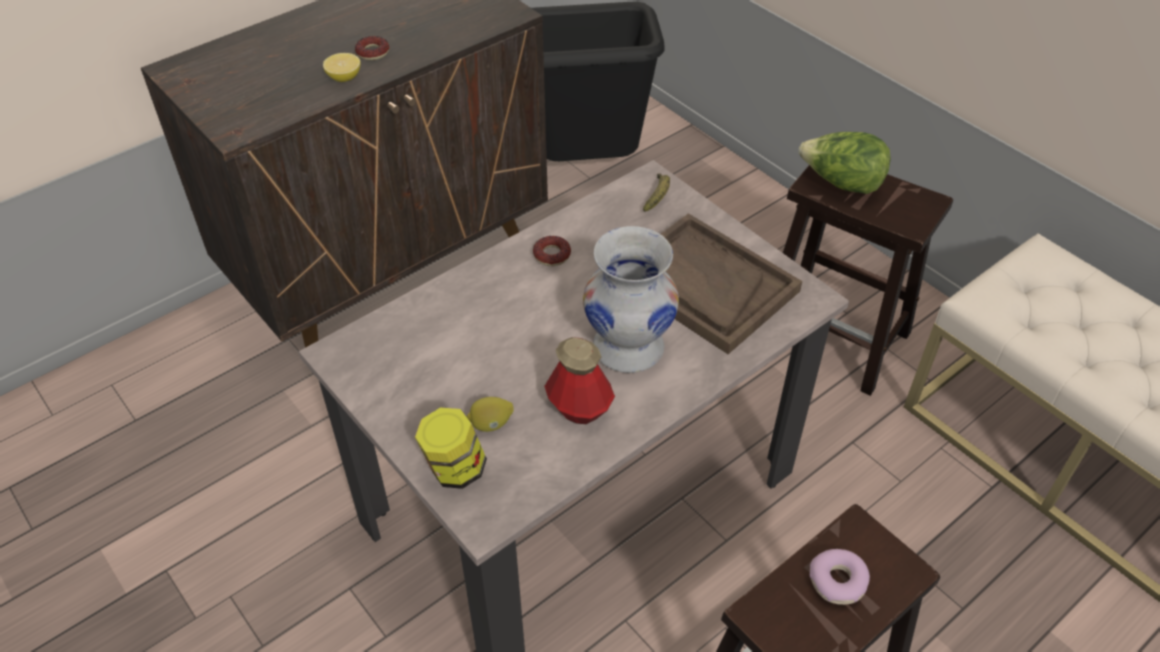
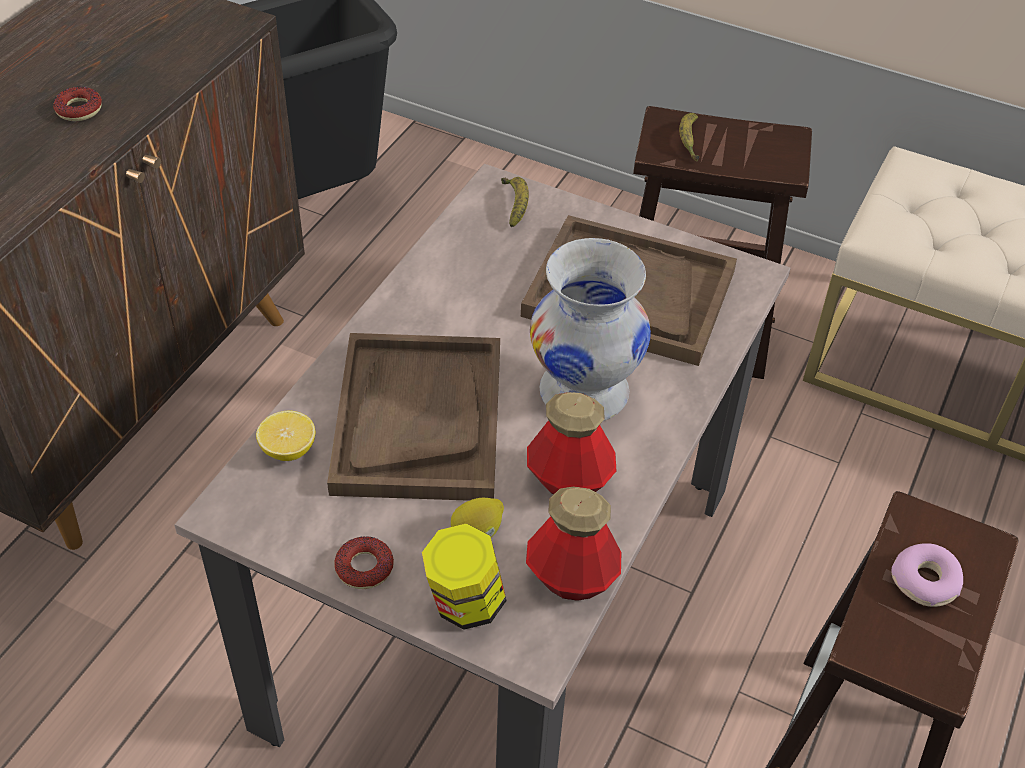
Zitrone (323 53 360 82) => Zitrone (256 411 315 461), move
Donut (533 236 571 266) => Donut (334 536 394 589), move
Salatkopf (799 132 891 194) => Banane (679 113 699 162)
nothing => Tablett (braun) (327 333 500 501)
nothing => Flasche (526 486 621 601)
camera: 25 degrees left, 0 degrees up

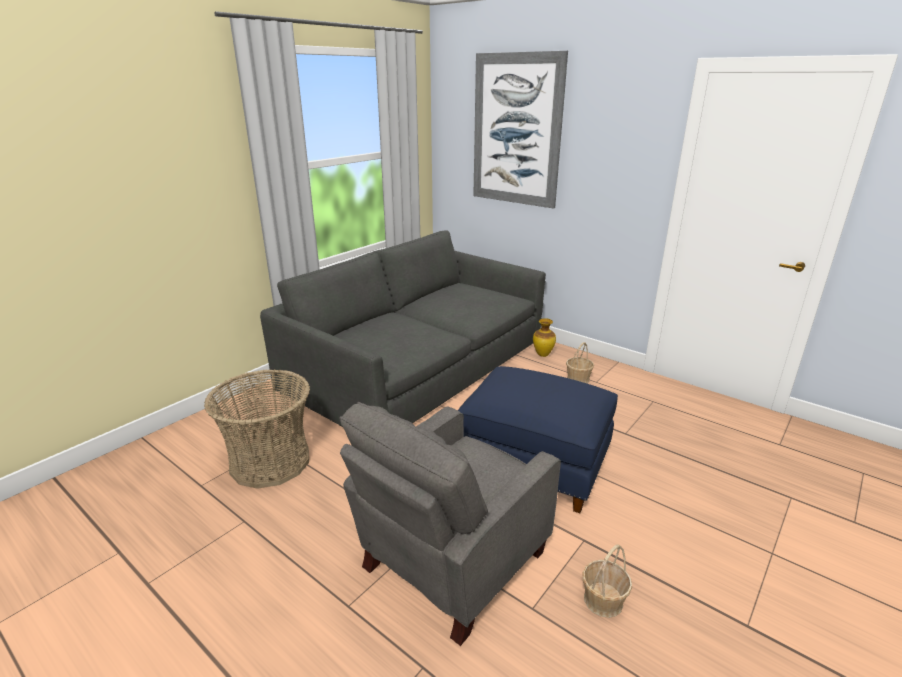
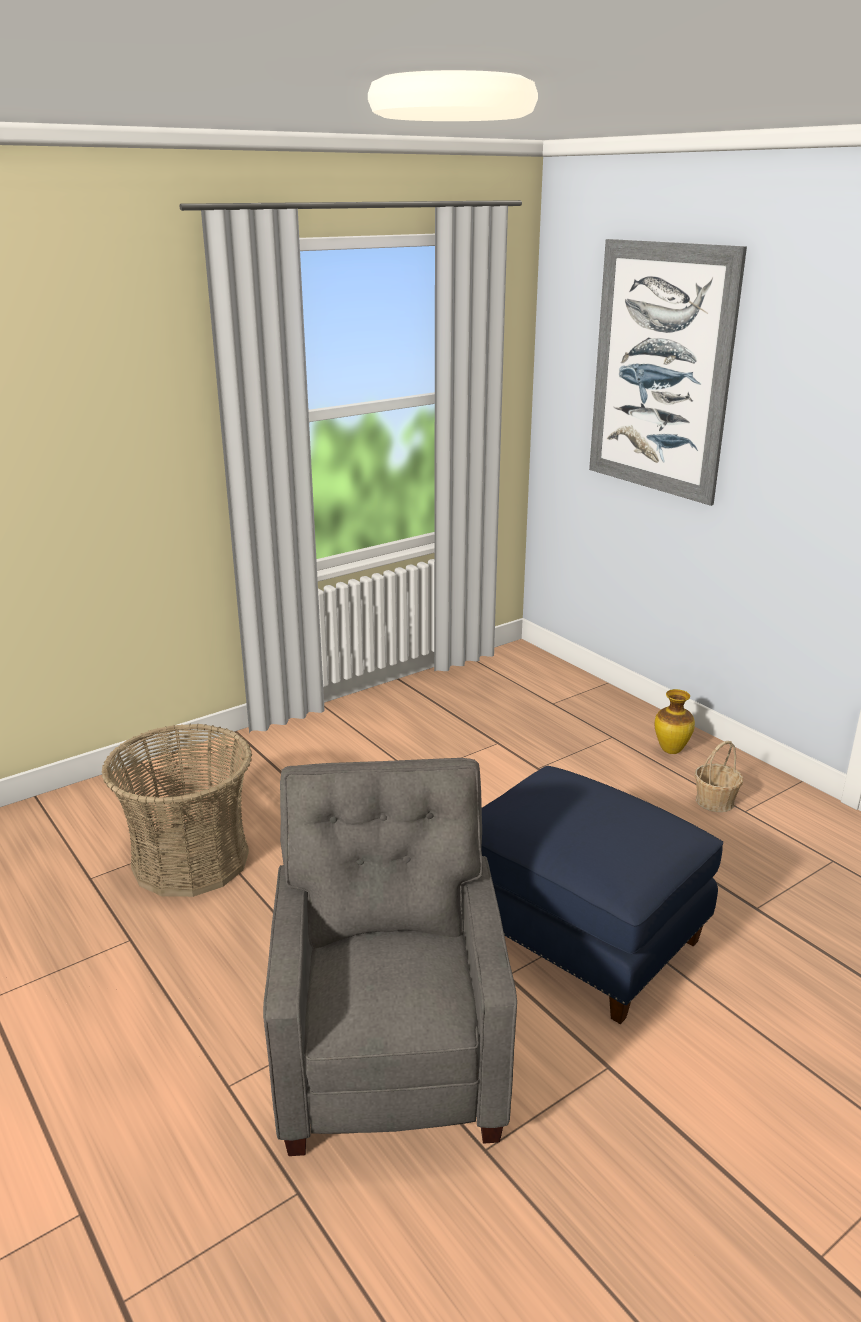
Sofa (grau) (260 230 546 426) => nothing
Sessel (grau) (339 402 561 646) => Sessel (grau) (263 758 517 1156), 120 degrees clockwise
Korb (582 545 632 618) => nothing
camera: 15 degrees right, 0 degrees up

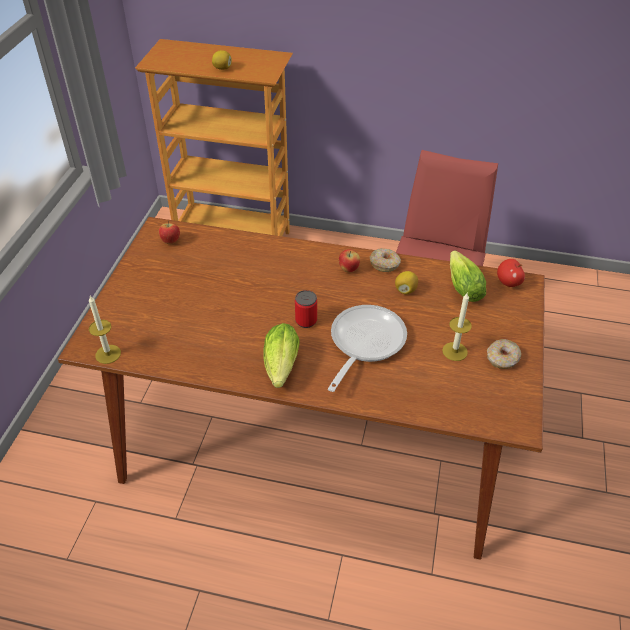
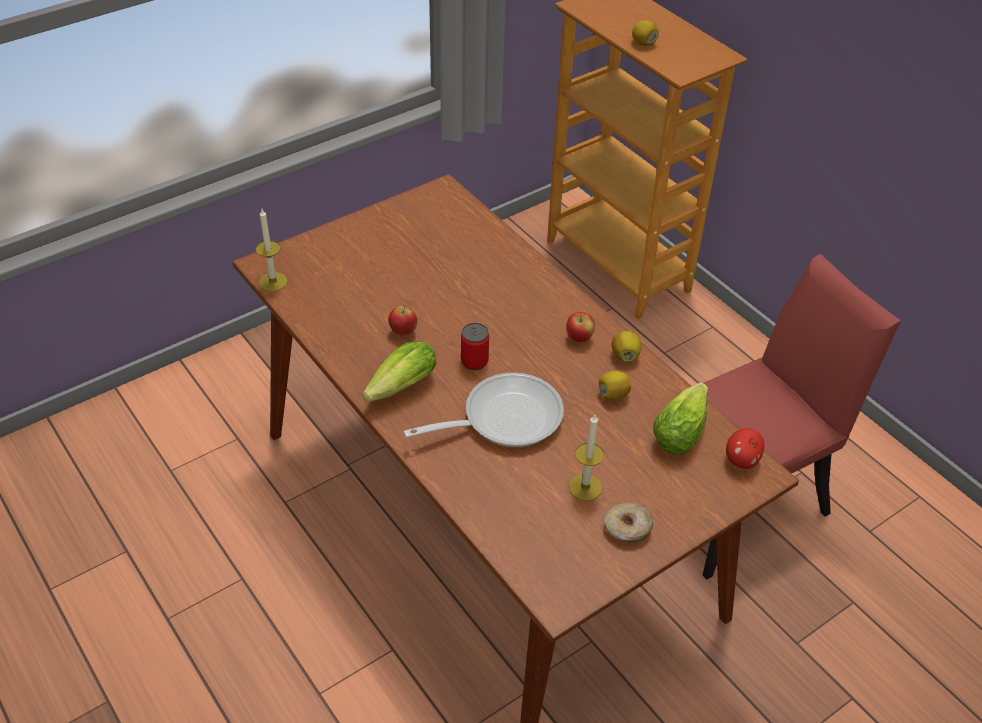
Apfel (159 221 180 244) => Apfel (388 305 417 336), move
Donut (370 248 401 272) => Zitrone (611 331 642 362)
camera: 40 degrees right, 0 degrees up

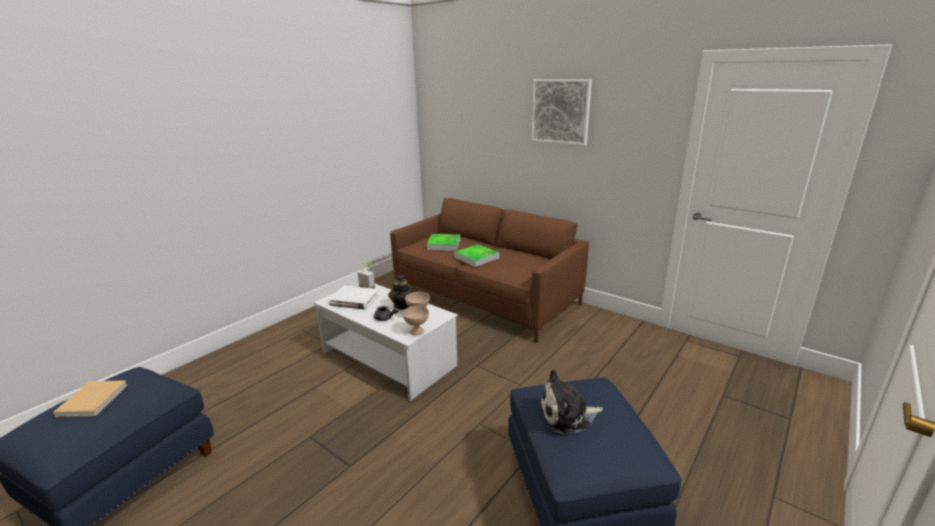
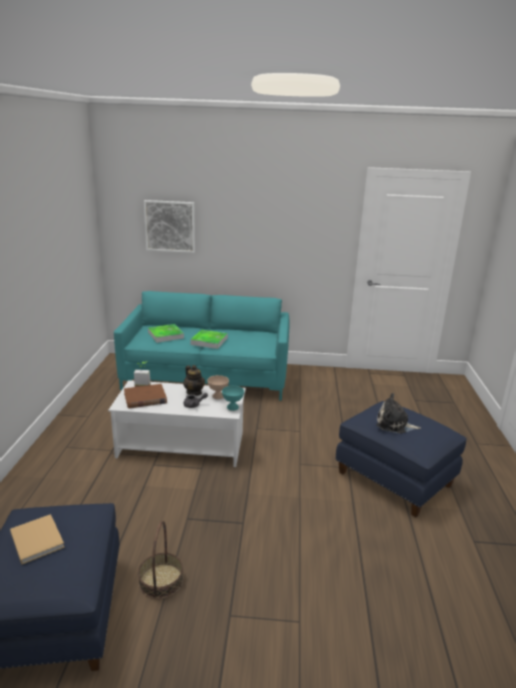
Buch (weiß) (328 286 379 310) => Buch (braun) (124 384 167 408)
Sofa (braun) (390 198 589 343) => Sofa (türkis) (114 291 290 401)
Schüssel (beige) (403 306 429 335) => Schüssel (türkis) (222 386 244 411)
Bild (531 79 592 146) => Bild (144 200 195 253), move
Plüschtier (539 369 603 434) => Plüschtier (376 393 421 434), 60 degrees clockwise
nothing => Korb (138 521 184 599)
camera: 35 degrees left, 0 degrees up

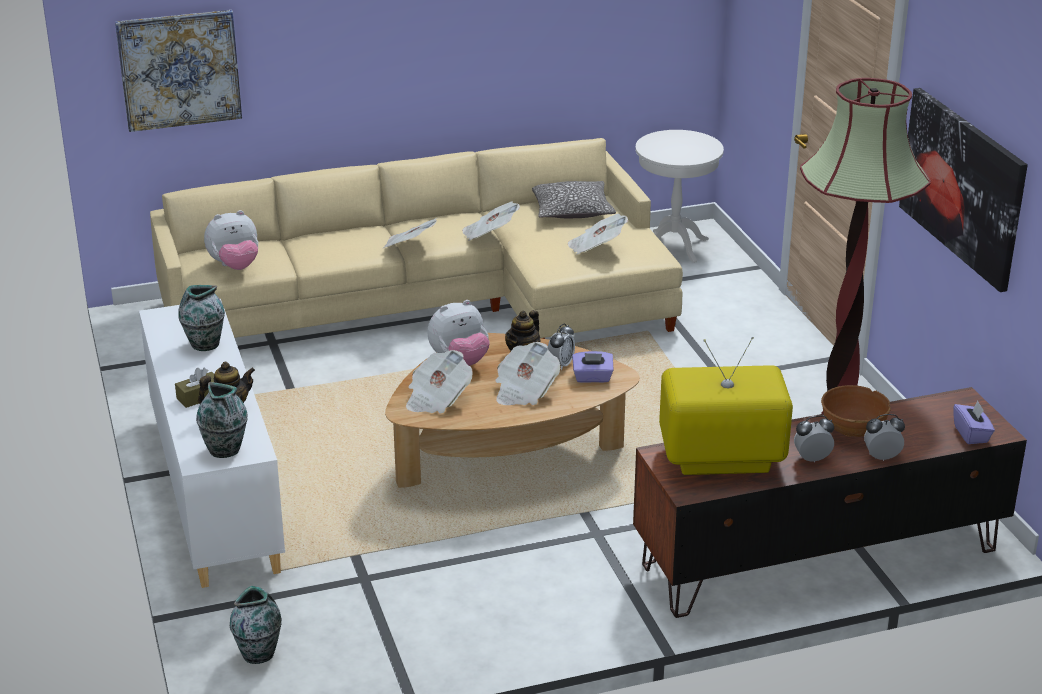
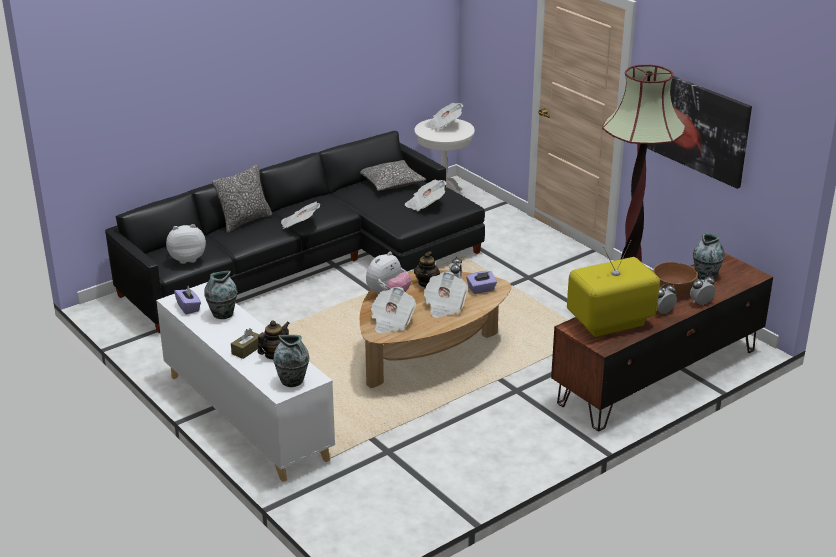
Bild (115 10 242 132) => nothing
Sofa (beige) (150 138 683 339) => Sofa (schwarz) (105 131 485 333)
Plüschtier (204 210 258 270) => Plüschtier (166 224 206 264), 150 degrees counterclockwise
Vase (230 586 282 664) => Vase (693 234 724 280), move
Zeitung (462 202 520 241) => Zeitung (425 103 463 130), move
Taschentuchbox (lila) (953 401 995 444) => Taschentuchbox (lila) (174 286 201 315), move
nothing => Kissen (212 164 272 233)
camera: 20 degrees left, 0 degrees up

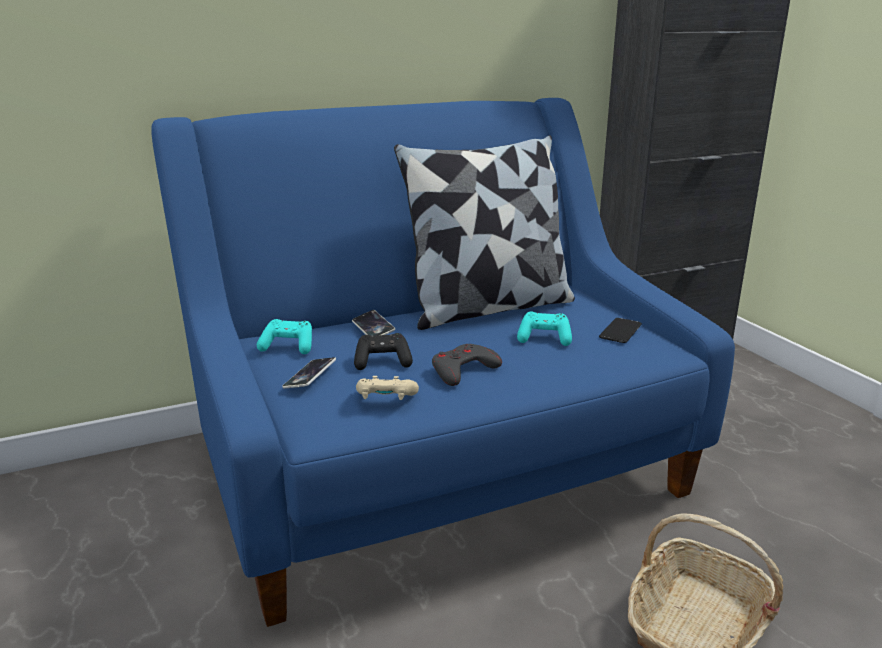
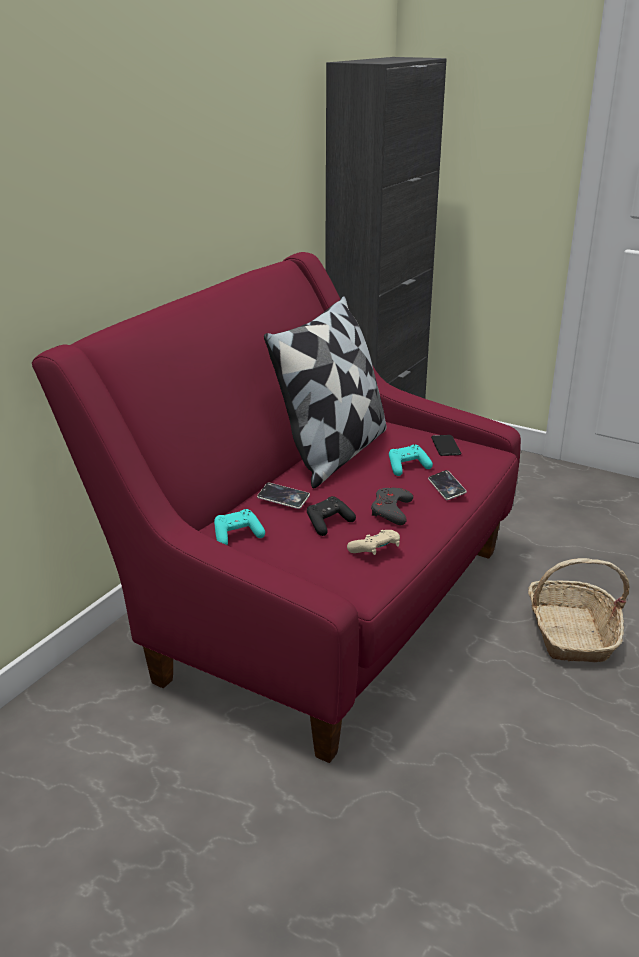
Sofa (blau) (151 98 735 627) => Sofa (rot) (32 252 521 763)
Handy (282 357 336 389) => Handy (428 470 467 500), move
camera: 35 degrees left, 5 degrees up

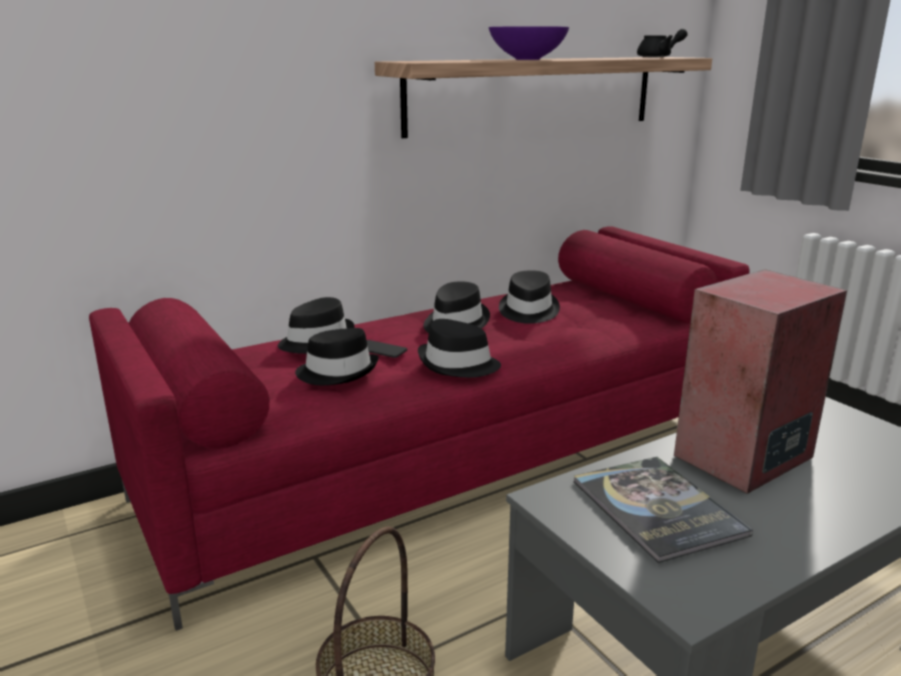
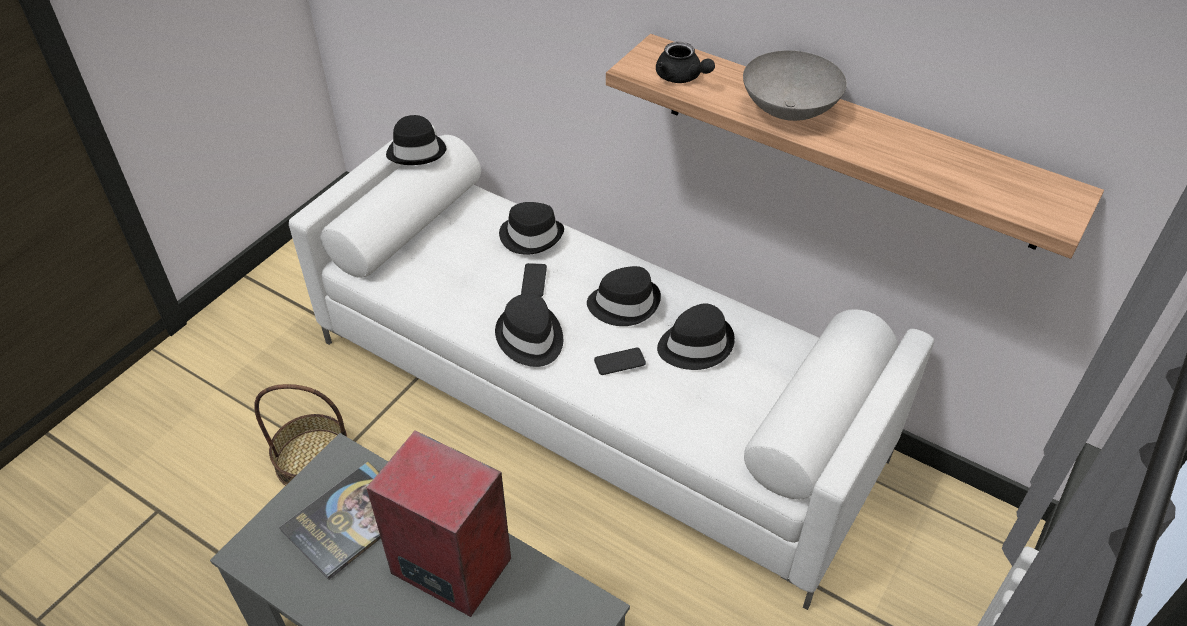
Sofa (rot) (89 226 750 631) => Sofa (weiß) (289 124 934 610)
Hut (schwarz) (295 328 379 385) => Hut (schwarz) (386 115 446 165), move
Schüssel (lila) (489 26 569 60) => Schüssel (grau) (743 51 847 121)
Teekanne (schwarz) (637 29 687 57) => Teekanne (schwarz) (656 42 715 83), move
nothing => Handy (594 348 646 375)
camera: 65 degrees right, 25 degrees up

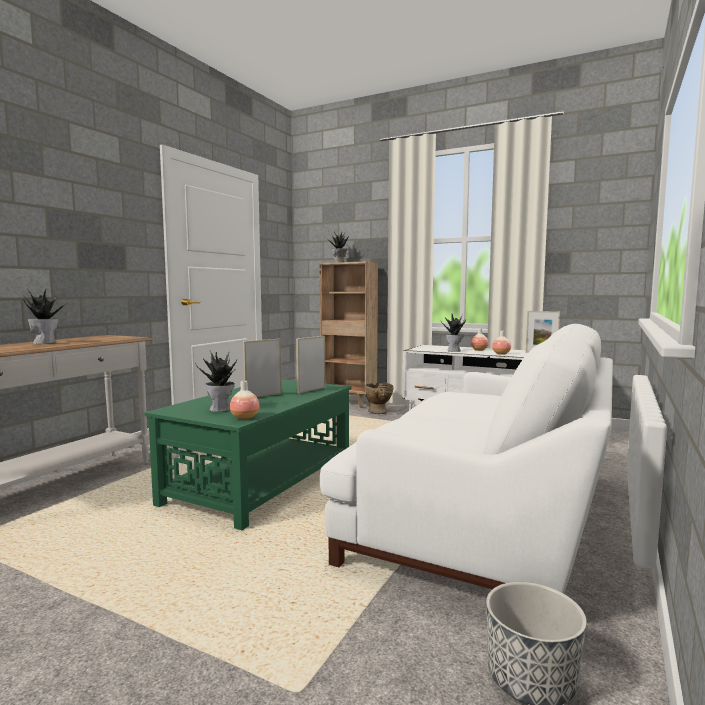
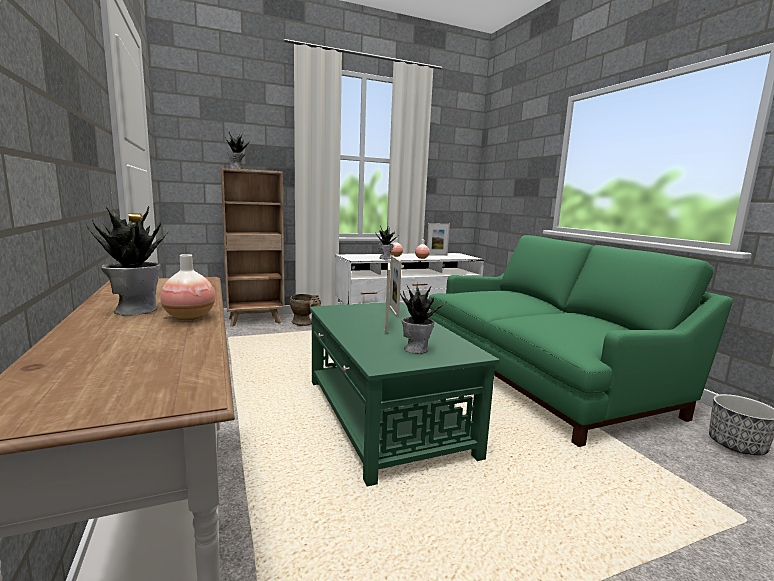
Vase (230 381 259 420) => Vase (161 254 215 320), move
Sofa (weiß) (320 324 613 594) => Sofa (grün) (429 235 733 447)
camera: 50 degrees left, 5 degrees up

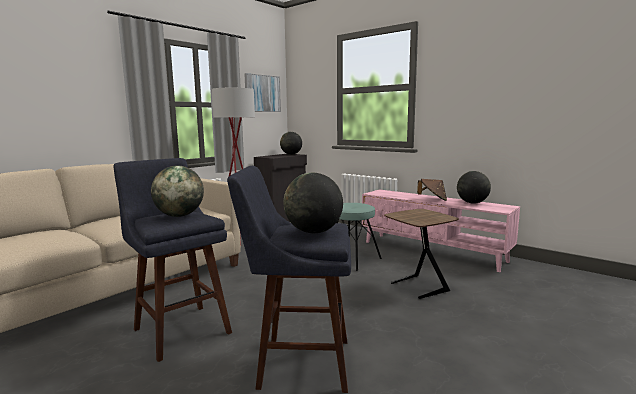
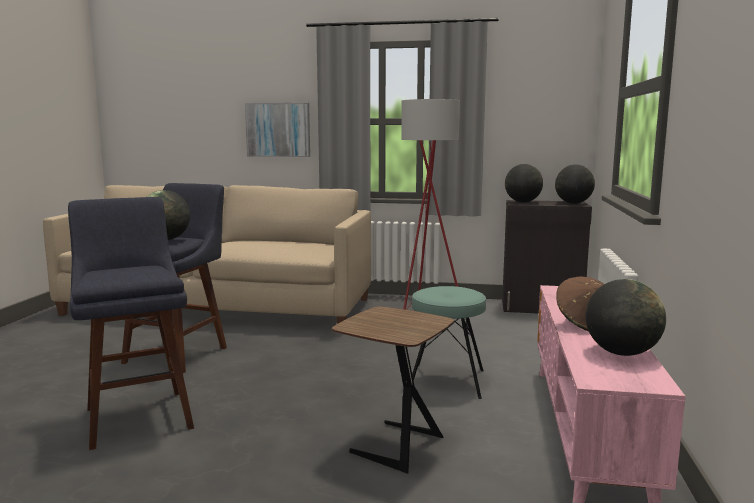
Bild (244 73 281 112) => Bild (245 103 310 157), move
Globus (284 173 343 233) => Globus (505 164 543 203), move
camera: 60 degrees right, 0 degrees up

